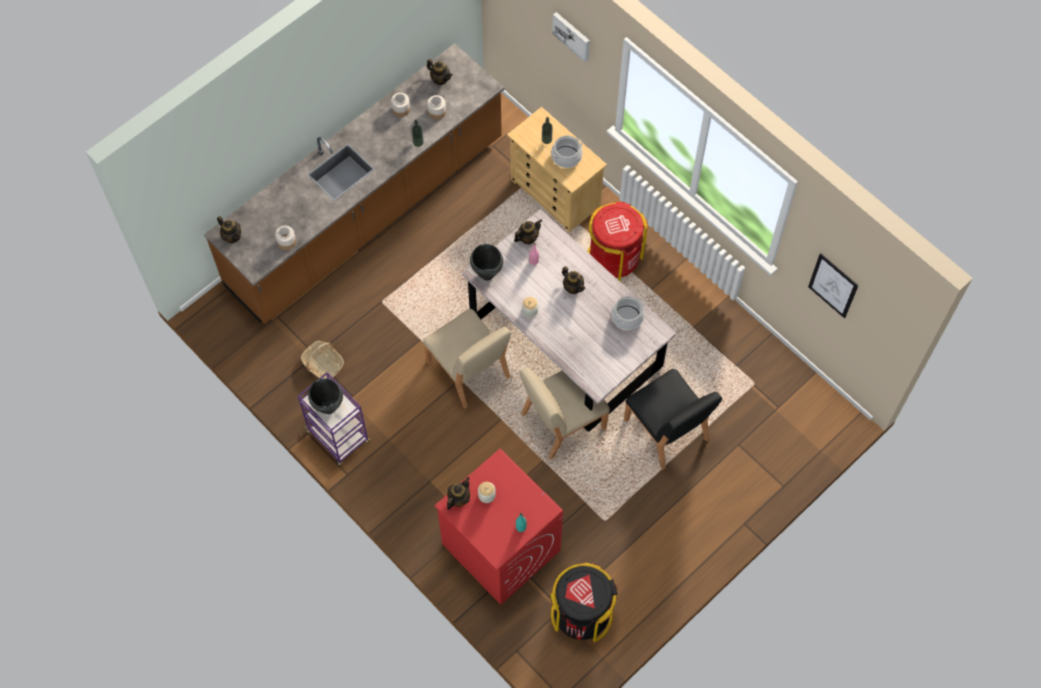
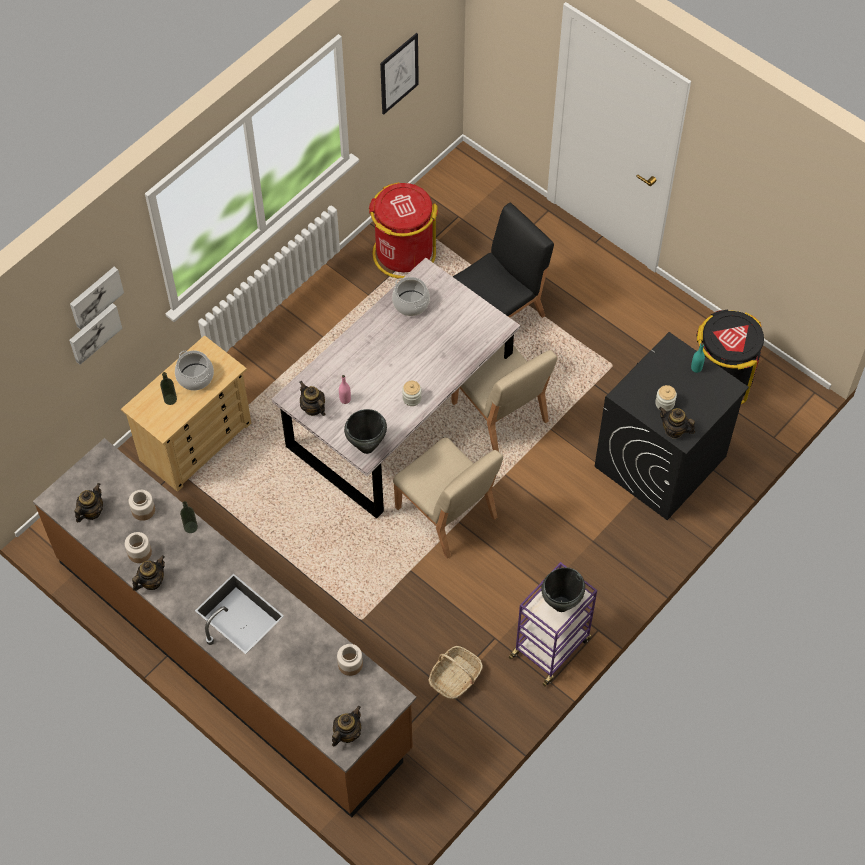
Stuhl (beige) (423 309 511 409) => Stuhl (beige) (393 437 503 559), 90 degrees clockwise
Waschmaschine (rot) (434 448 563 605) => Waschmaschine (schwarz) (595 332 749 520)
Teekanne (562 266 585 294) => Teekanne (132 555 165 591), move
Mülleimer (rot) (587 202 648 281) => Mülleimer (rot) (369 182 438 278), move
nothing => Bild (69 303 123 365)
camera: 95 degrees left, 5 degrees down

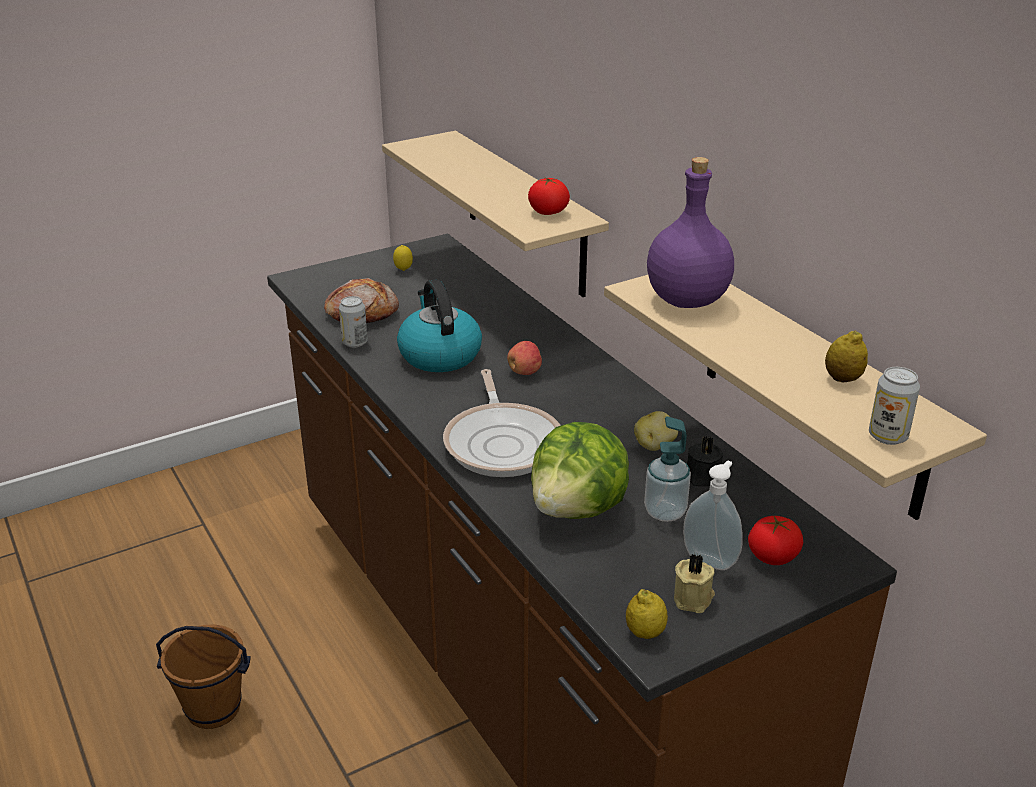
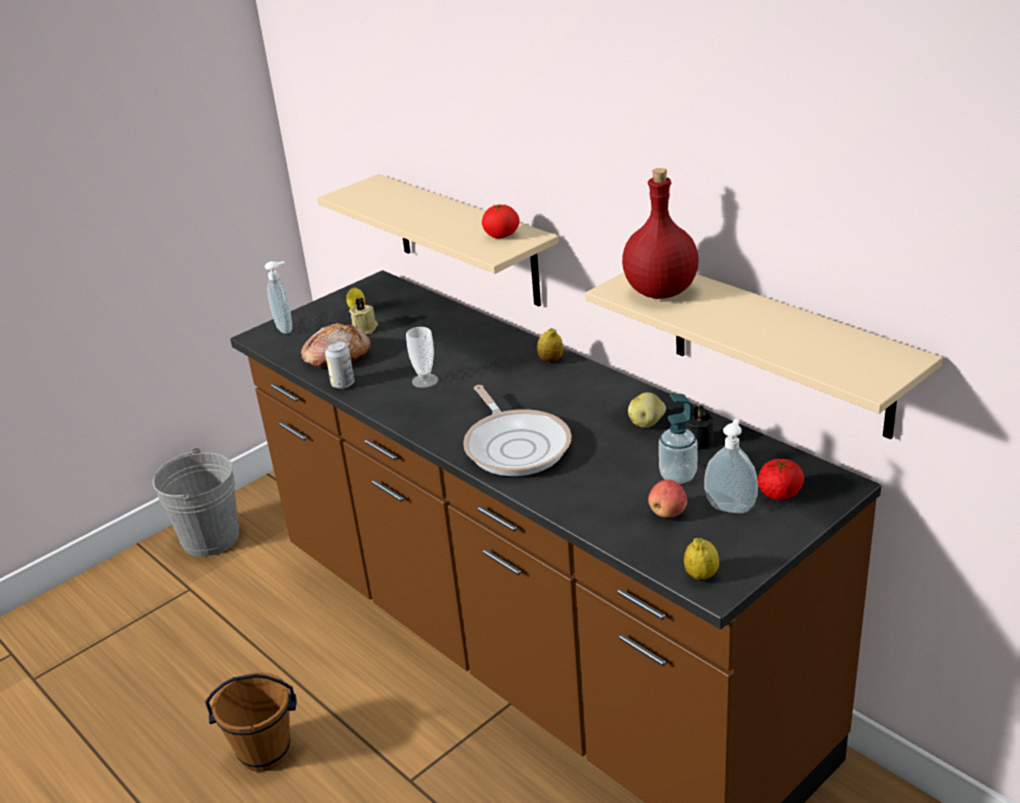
Wasserkessel (397 279 482 372) => Tasse (406 327 438 388)
Apfel (507 341 542 375) => Apfel (648 479 687 518), move
Salatkopf (531 422 629 519) => nothing
Flasche (lila) (647 157 734 308) => Flasche (rot) (622 168 699 299)
Kerze (beige) (674 554 715 613) => Kerze (beige) (349 298 378 335), move
Zitrone (825 330 868 382) => Zitrone (537 328 563 363), move
Dose (869 367 920 445) => nothing
nothing => Eimer (grau) (153 447 239 557)
nothing => Seifenspender (265 261 292 334)
camera: 10 degrees left, 0 degrees up

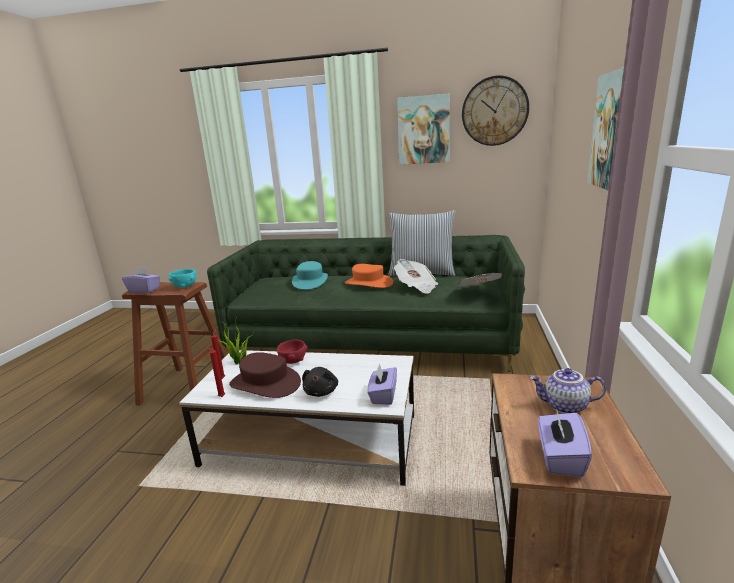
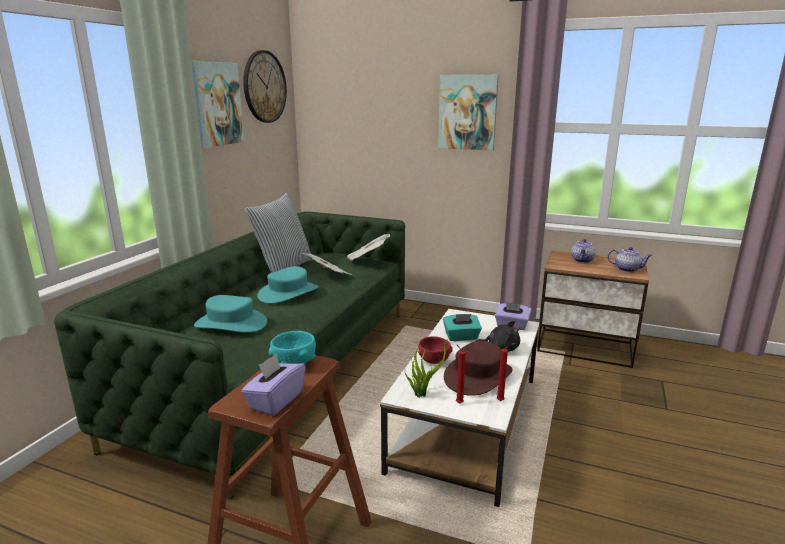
Hut (orange) (345 264 393 288) => Hut (türkis) (257 266 318 304)
Taschentuchbox (lila) (538 408 592 477) => Teekanne (607 247 652 272)
nothing => Taschentuchbox (türkis) (443 314 482 341)
camera: 80 degrees left, 0 degrees up

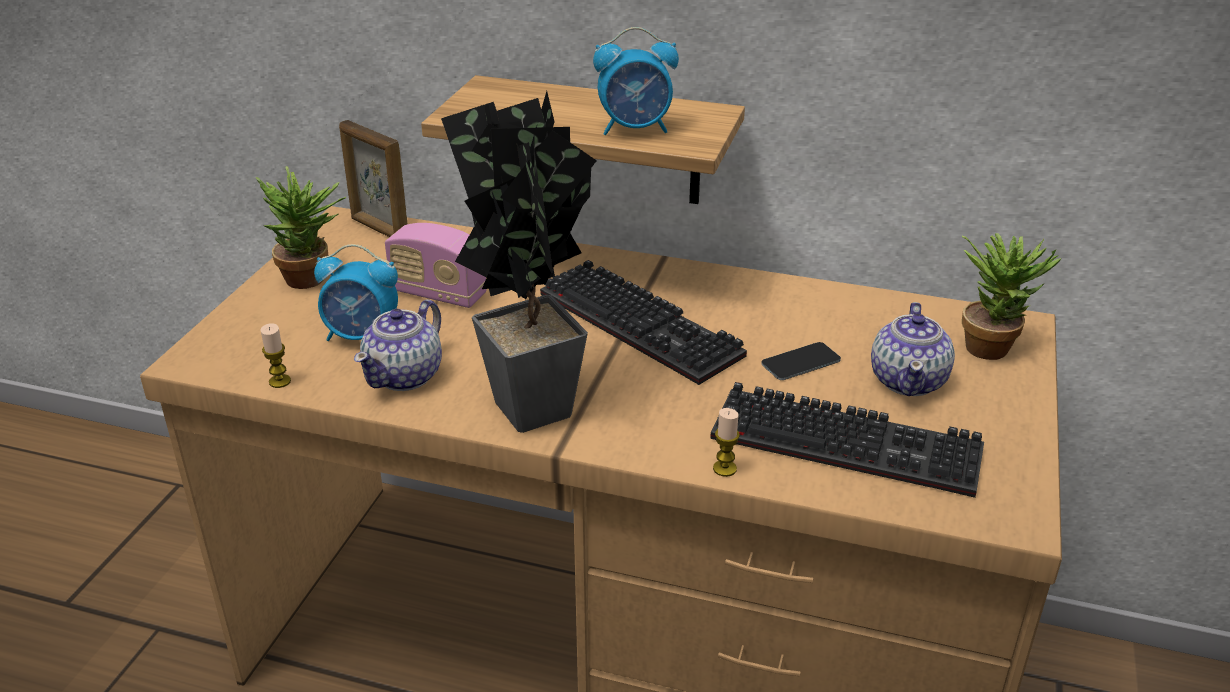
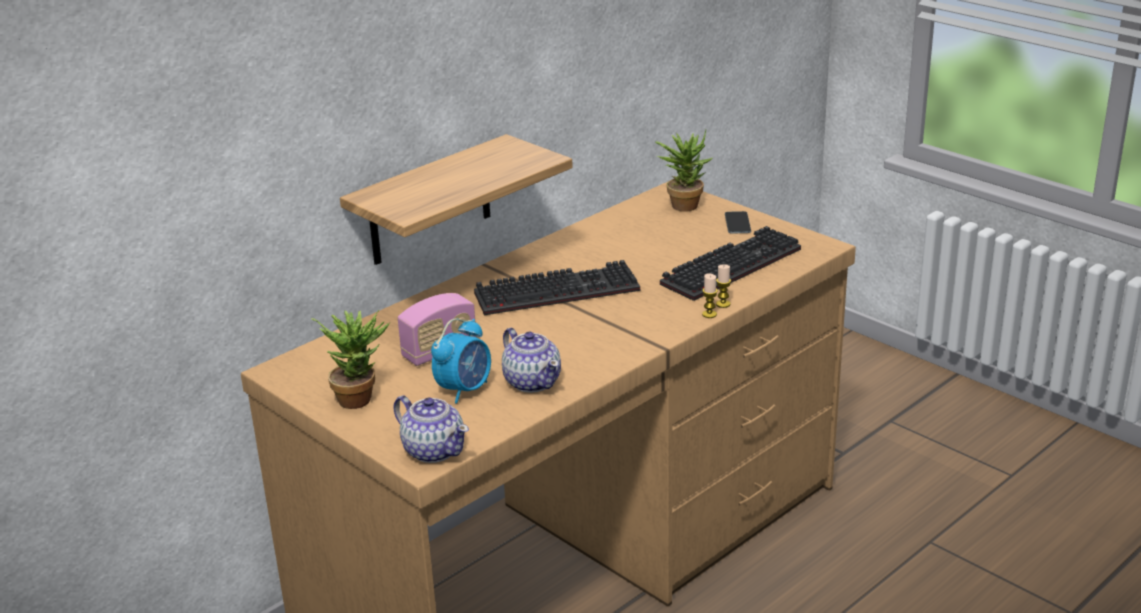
Kerze (261 323 291 388) => Kerze (702 273 718 318), move
Bilderrahmen (339 120 407 237) => nothing
Topfpflanze (441 91 597 433) => nothing
Wecker (593 27 679 135) => nothing
Handy (761 342 841 380) => Handy (725 211 751 234), move
Teekanne (871 302 955 396) => Teekanne (393 395 469 463), move
camera: 60 degrees left, 5 degrees down

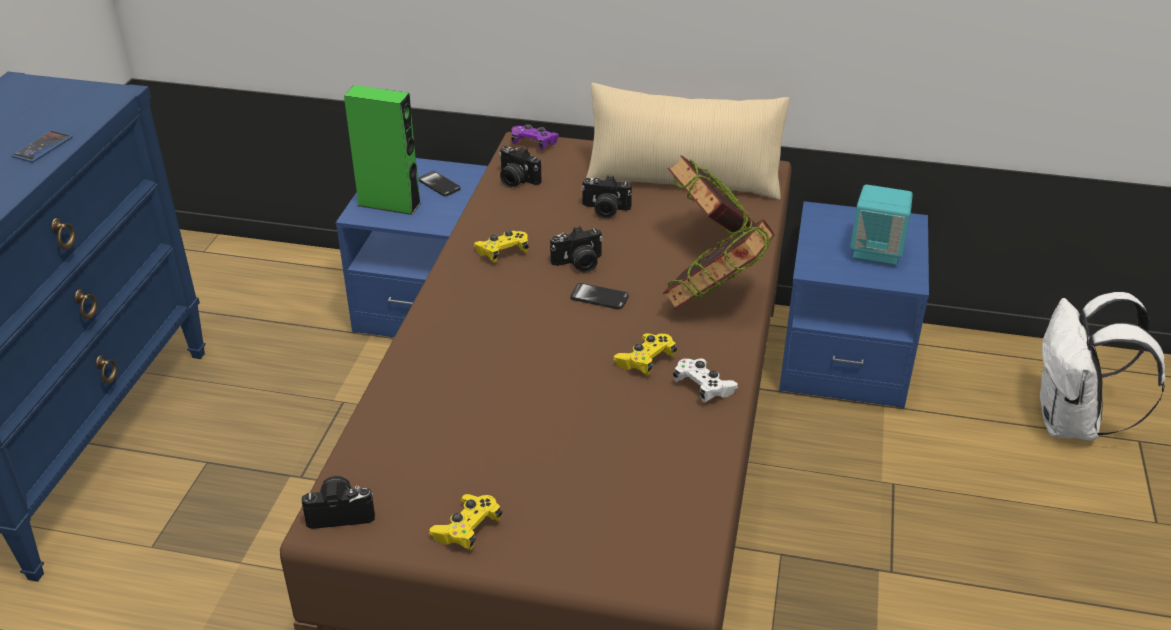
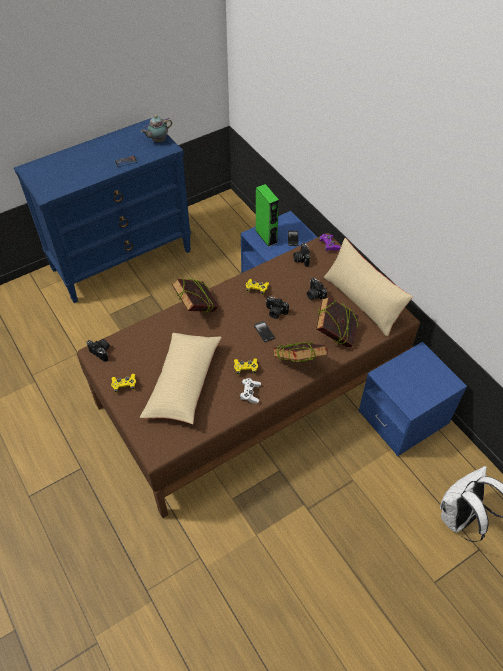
Lautsprecher (türkis) (850 184 913 265) => nothing
nothing => Kissen (beige) (140 333 222 424)
nothing => Teekanne (141 115 172 142)
nothing => Buch (172 279 219 313)
camera: 45 degrees right, 15 degrees up

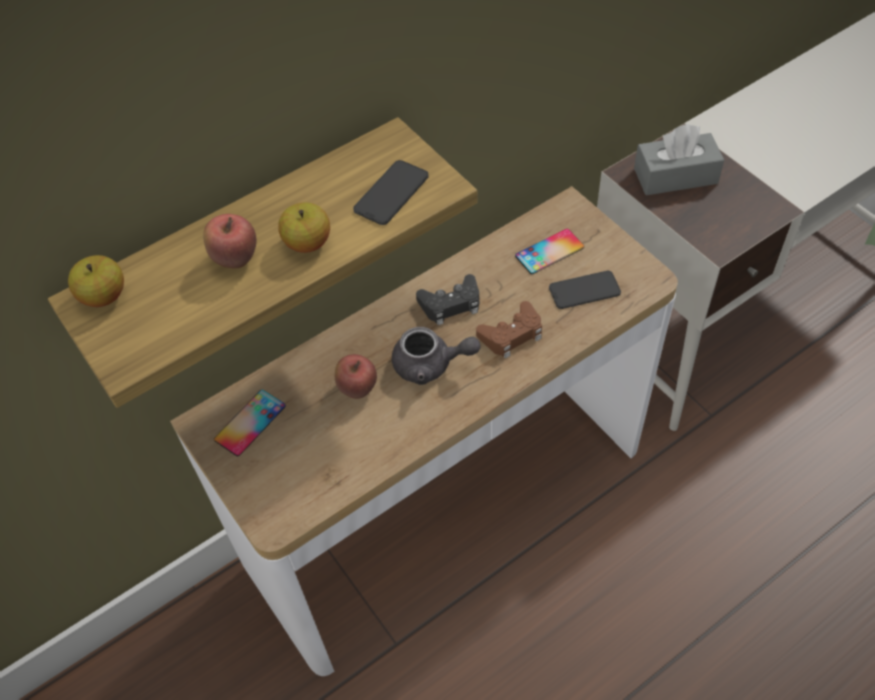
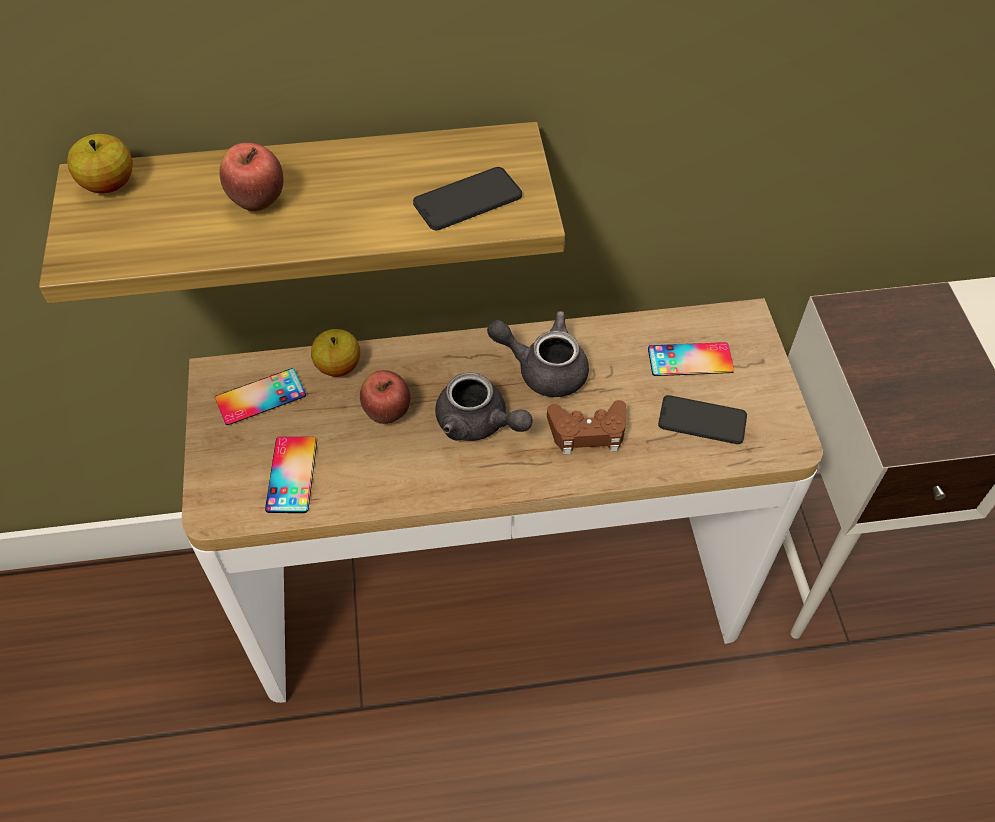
Apfel (278 202 330 253) => Apfel (311 329 360 377), move
Gamepad (schwarz) (416 274 479 325) => Teekanne (grau) (487 311 589 397)
Taschentuchbox (grau) (634 124 724 195) => nothing
nothing => Handy (265 437 317 513)
camera: 25 degrees right, 0 degrees up

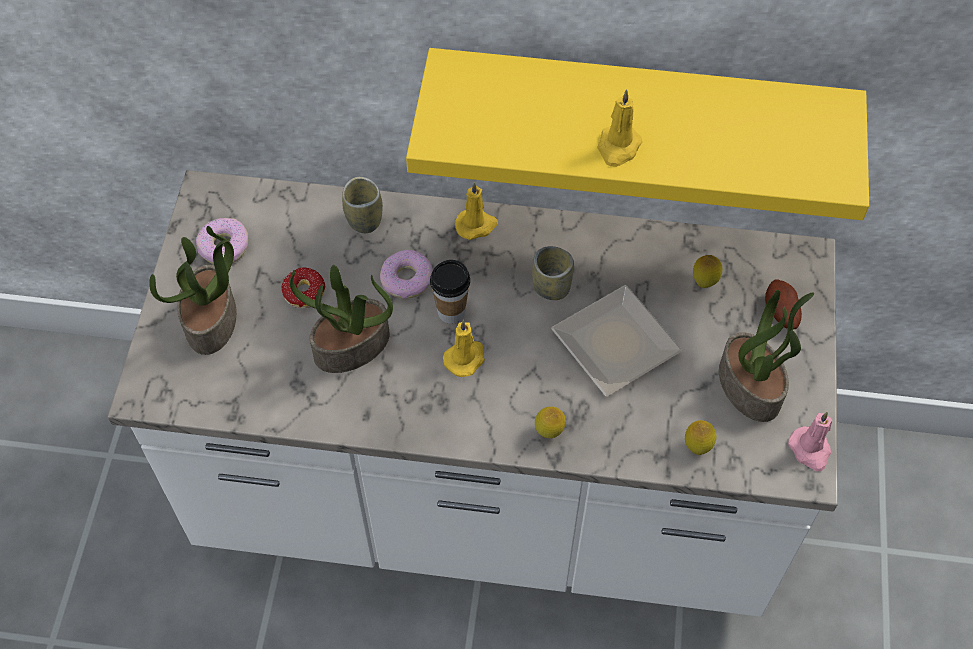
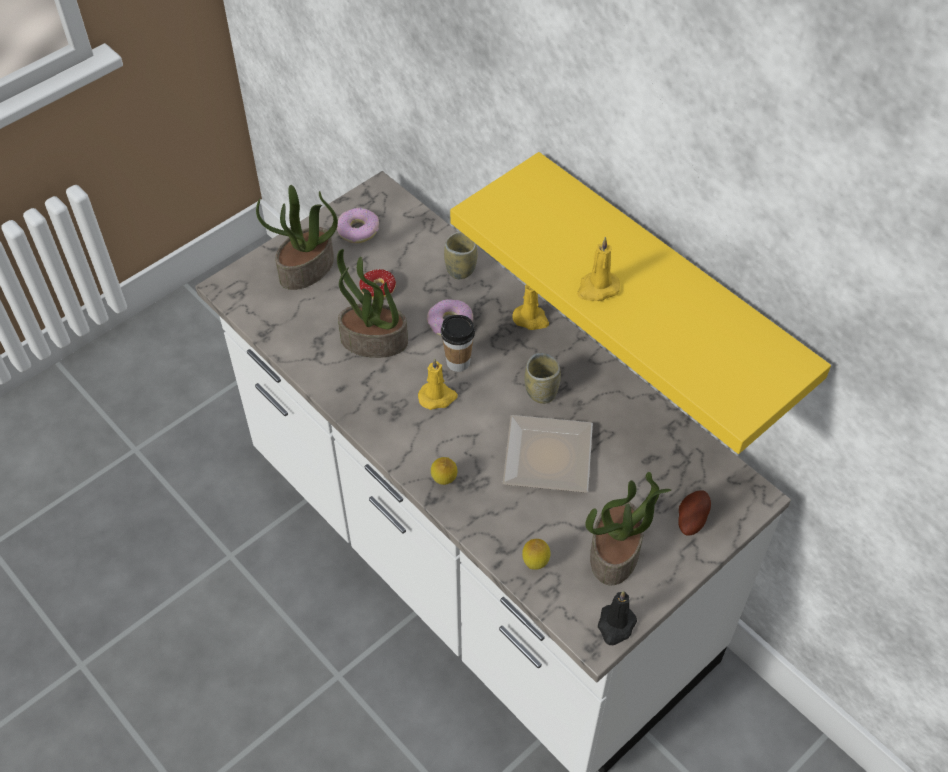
Zitrone (693 255 723 288) => nothing
Kerze (rosa) (788 412 832 471) => Kerze (schwarz) (598 590 637 645)
camera: 40 degrees right, 5 degrees down

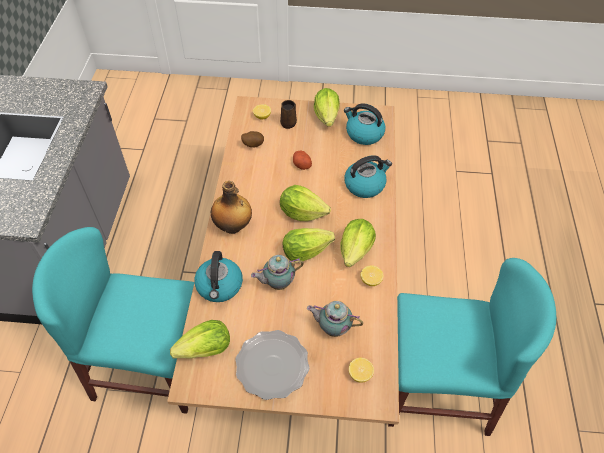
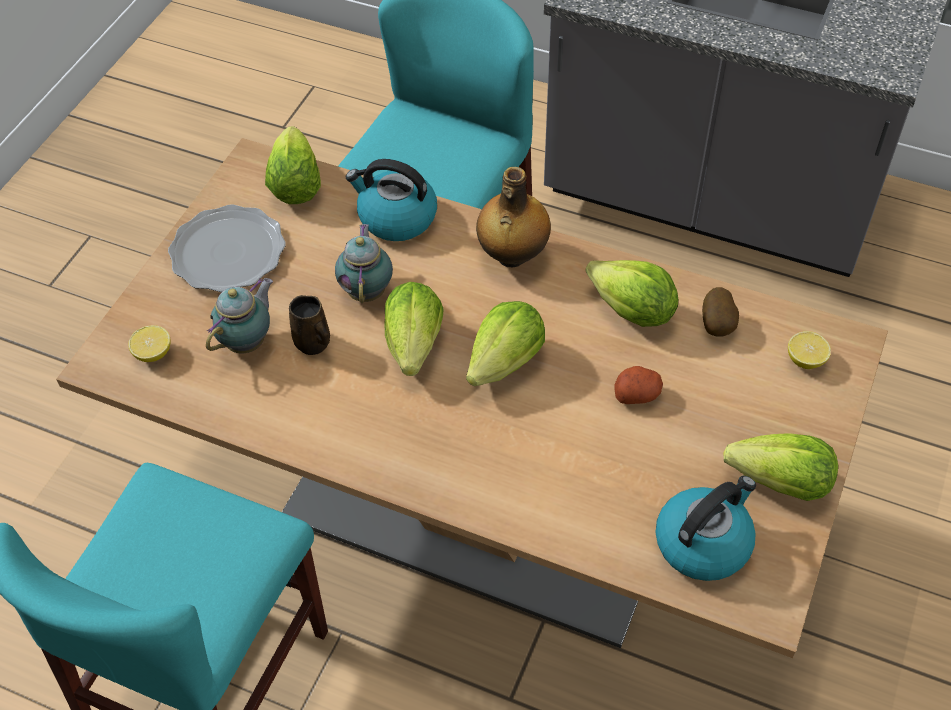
Henkelbecher (braun) (280 100 297 129) => Henkelbecher (braun) (289 295 330 355), move
Salatkopf (340 219 376 267) => Salatkopf (586 260 678 327), move
Wasserkessel (344 155 392 198) => nothing
Zitrone (361 266 383 286) => nothing
camera: 110 degrees right, 0 degrees up

